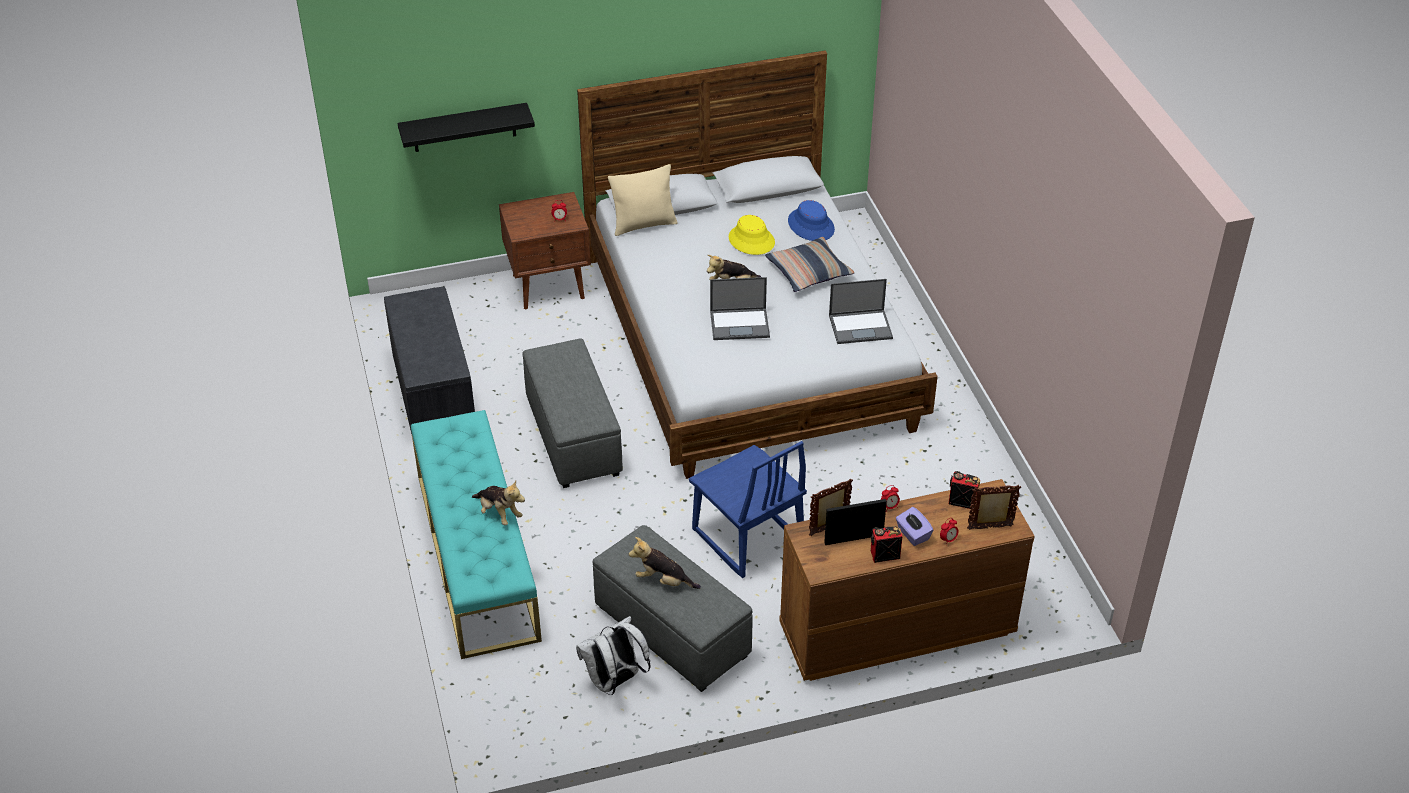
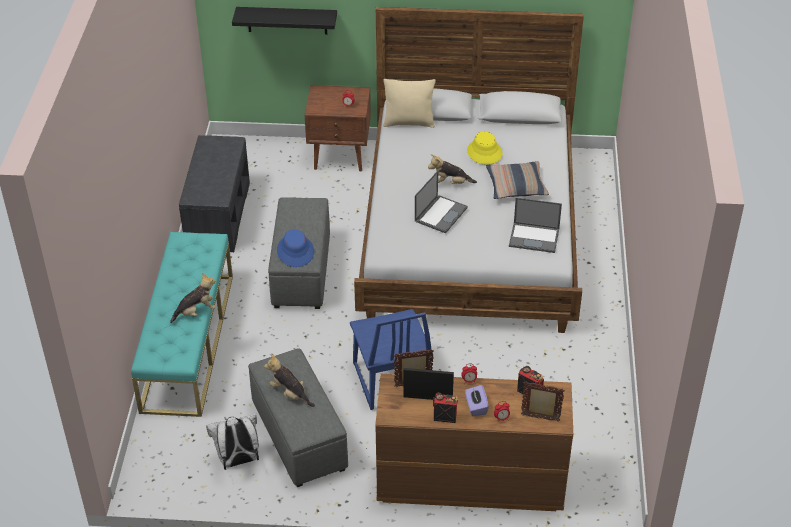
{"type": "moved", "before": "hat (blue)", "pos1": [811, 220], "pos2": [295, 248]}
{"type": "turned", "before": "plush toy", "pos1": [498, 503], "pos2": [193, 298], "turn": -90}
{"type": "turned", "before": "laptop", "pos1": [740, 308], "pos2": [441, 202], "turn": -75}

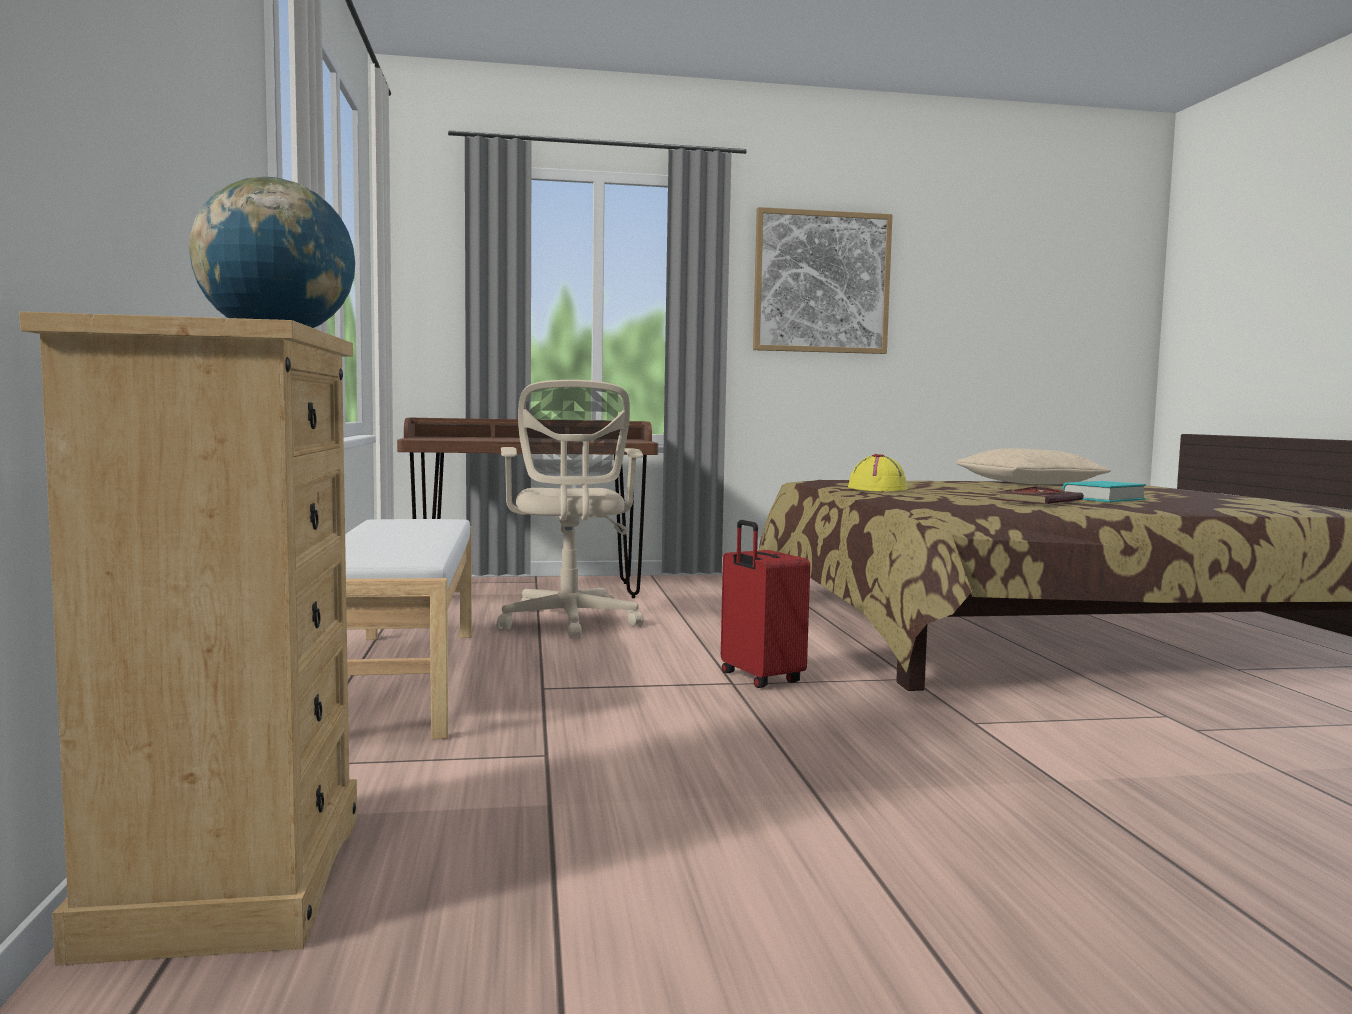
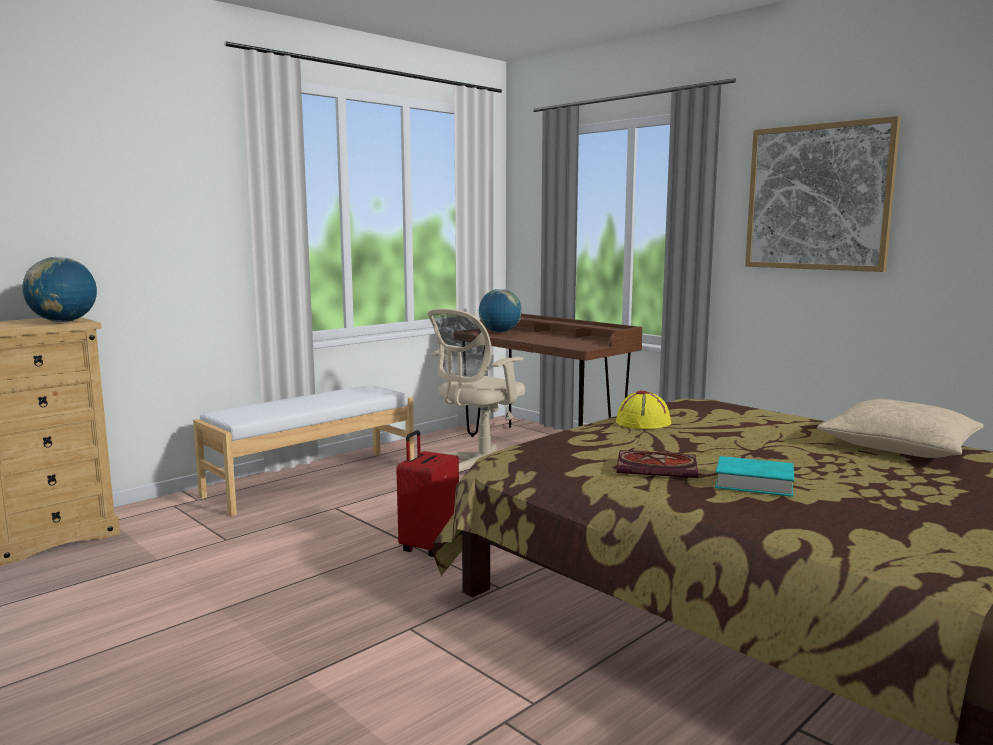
{"type": "added", "after": "globe", "pos2": [500, 310]}

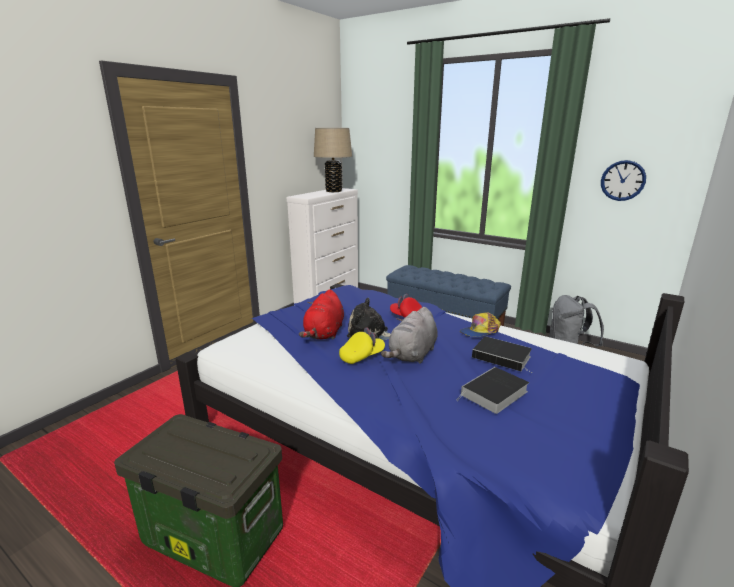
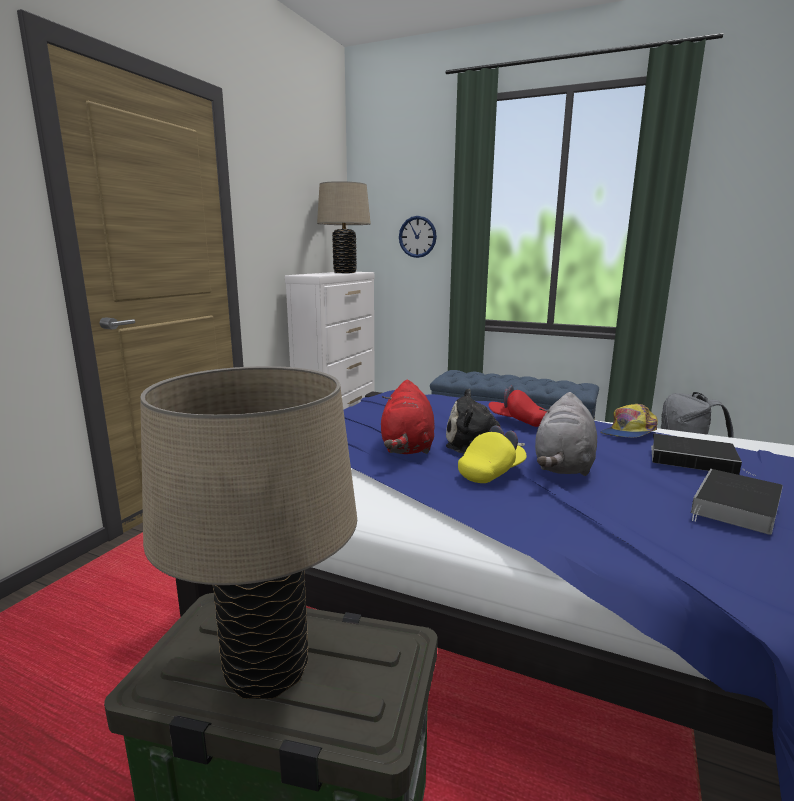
{"type": "added", "after": "table lamp (beige)", "pos2": [248, 532]}
{"type": "moved", "before": "wall clock", "pos1": [623, 180], "pos2": [418, 237]}

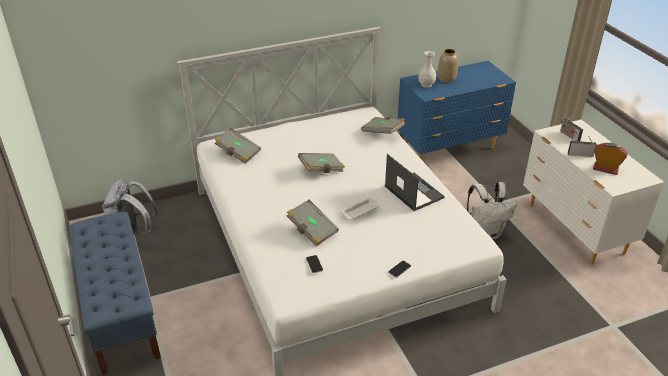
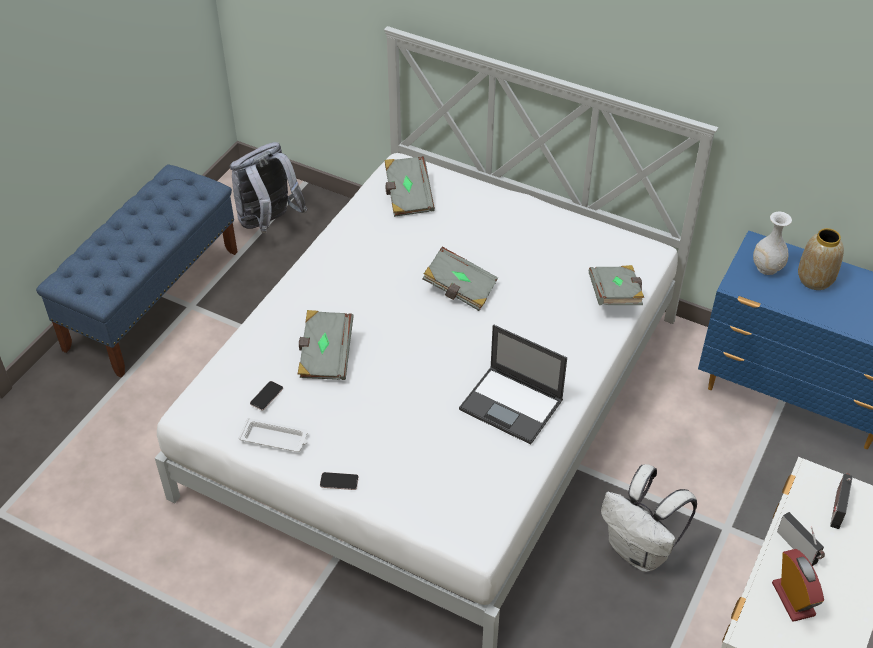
{"type": "moved", "before": "tray (white)", "pos1": [360, 209], "pos2": [273, 435]}
{"type": "turned", "before": "laptop", "pos1": [415, 182], "pos2": [513, 385], "turn": 105}

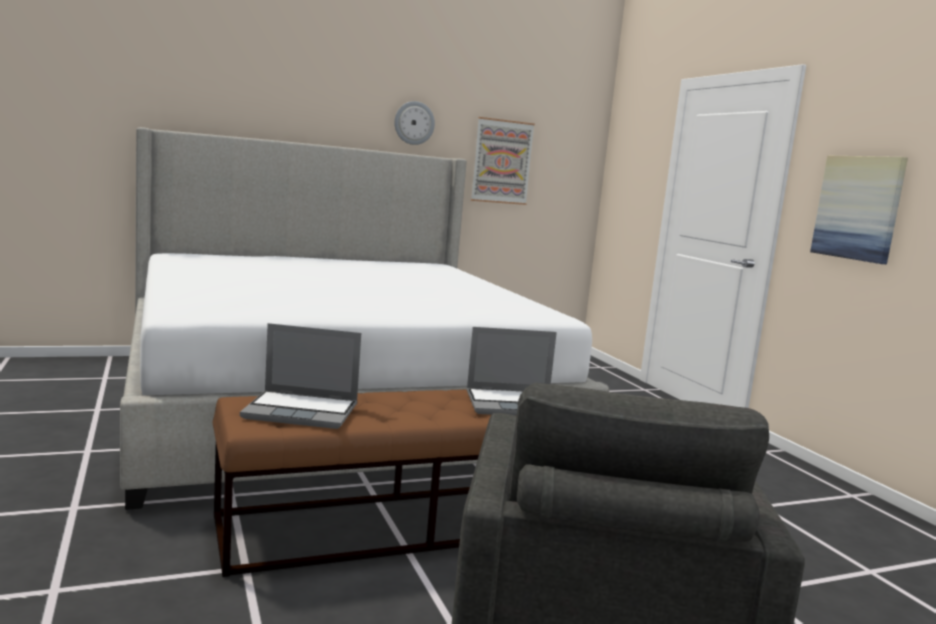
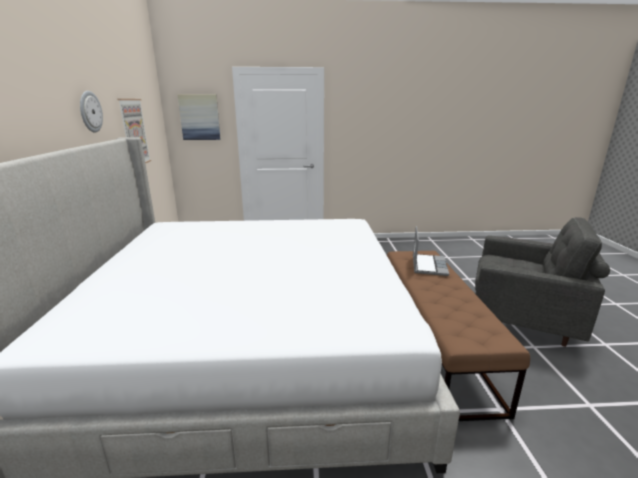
{"type": "removed", "before": "laptop", "pos1": [300, 376]}
{"type": "moved", "before": "picture", "pos1": [859, 209], "pos2": [199, 117]}

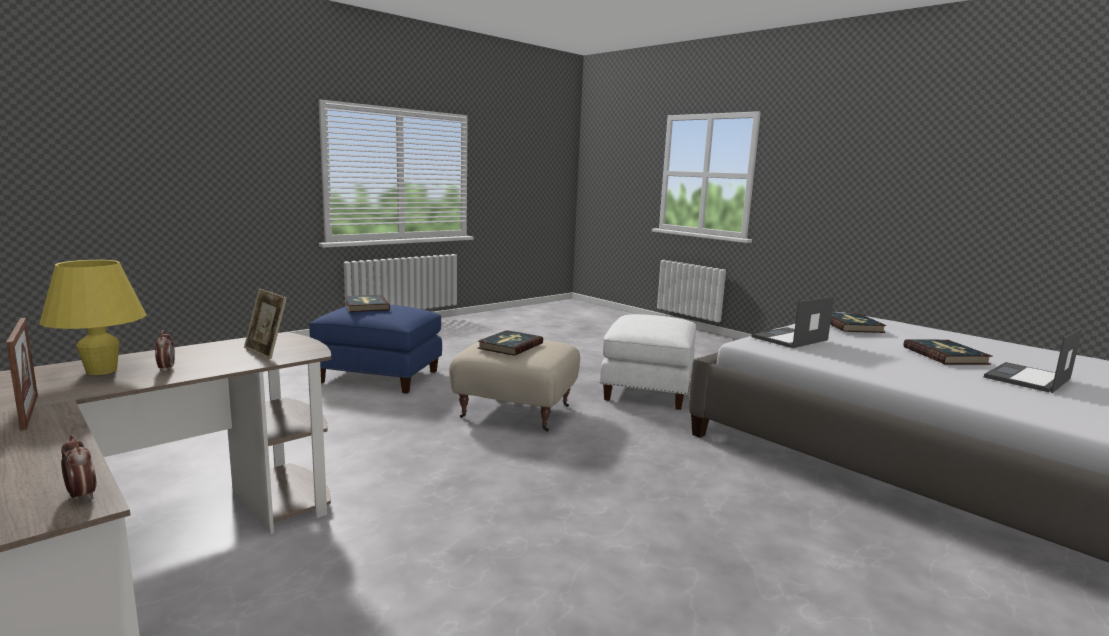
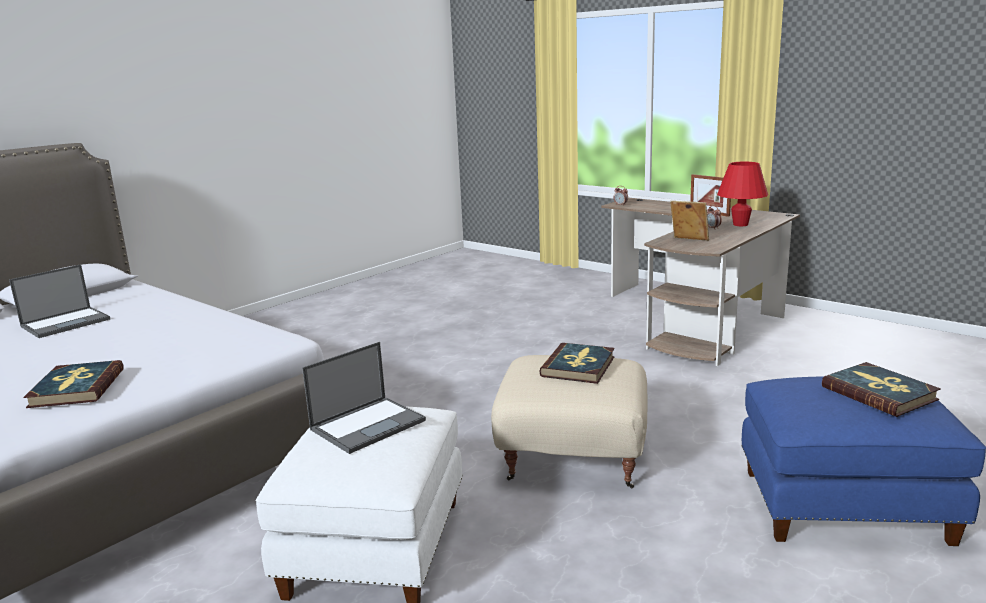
{"type": "removed", "before": "book", "pos1": [948, 352]}
{"type": "moved", "before": "laptop", "pos1": [792, 322], "pos2": [364, 398]}
{"type": "recoloured", "before": "table lamp (yellow)", "after": "table lamp (red)", "pos1": [93, 317], "pos2": [742, 194]}

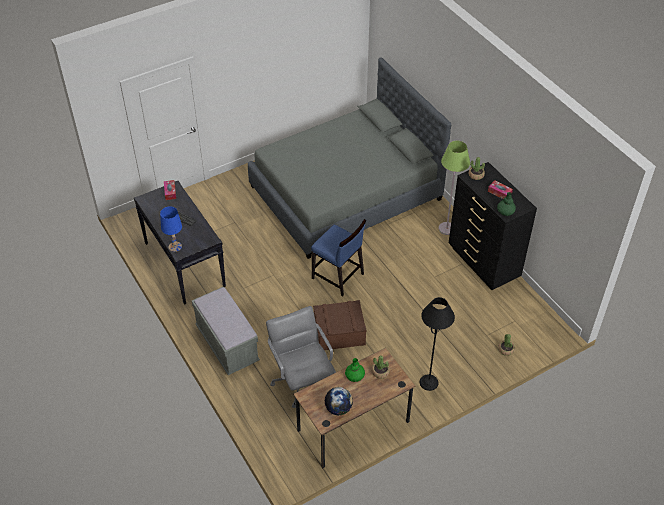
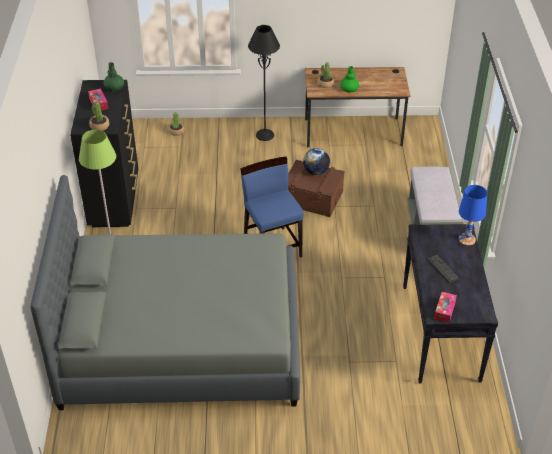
{"type": "removed", "before": "office chair (grey)", "pos1": [301, 357]}
{"type": "moved", "before": "globe", "pos1": [339, 401], "pos2": [316, 161]}

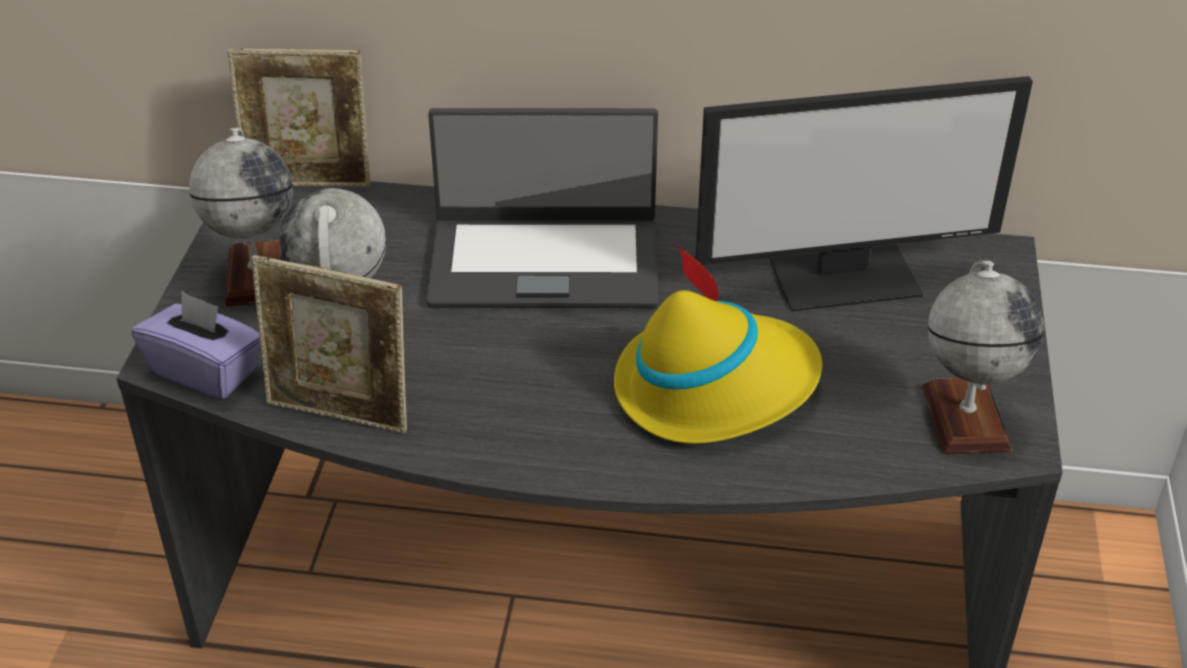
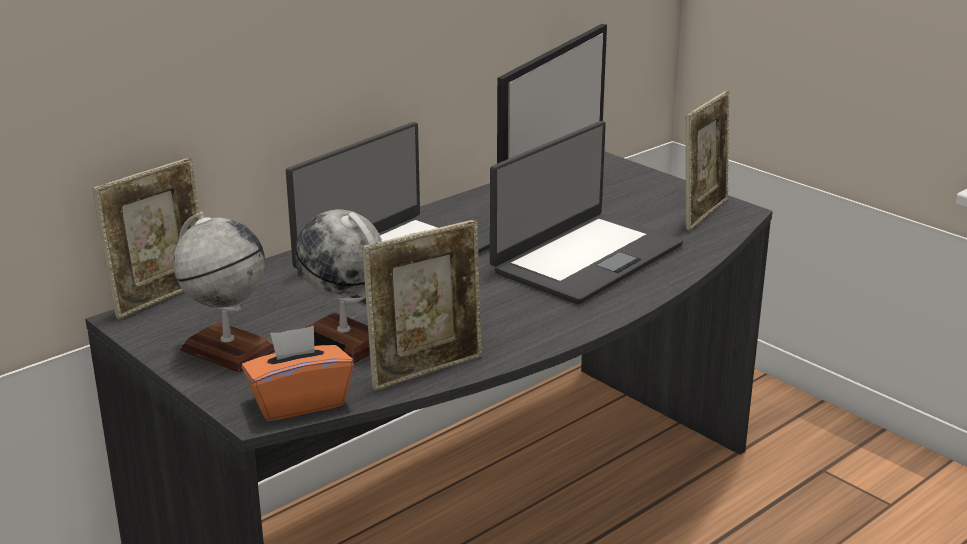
{"type": "replaced", "before": "hat (yellow)", "after": "laptop", "pos1": [718, 344], "pos2": [586, 212]}
{"type": "replaced", "before": "globe", "after": "picture frame", "pos1": [983, 357], "pos2": [708, 161]}
{"type": "recoloured", "before": "tissue box (purple)", "after": "tissue box (orange)", "pos1": [196, 345], "pos2": [298, 373]}

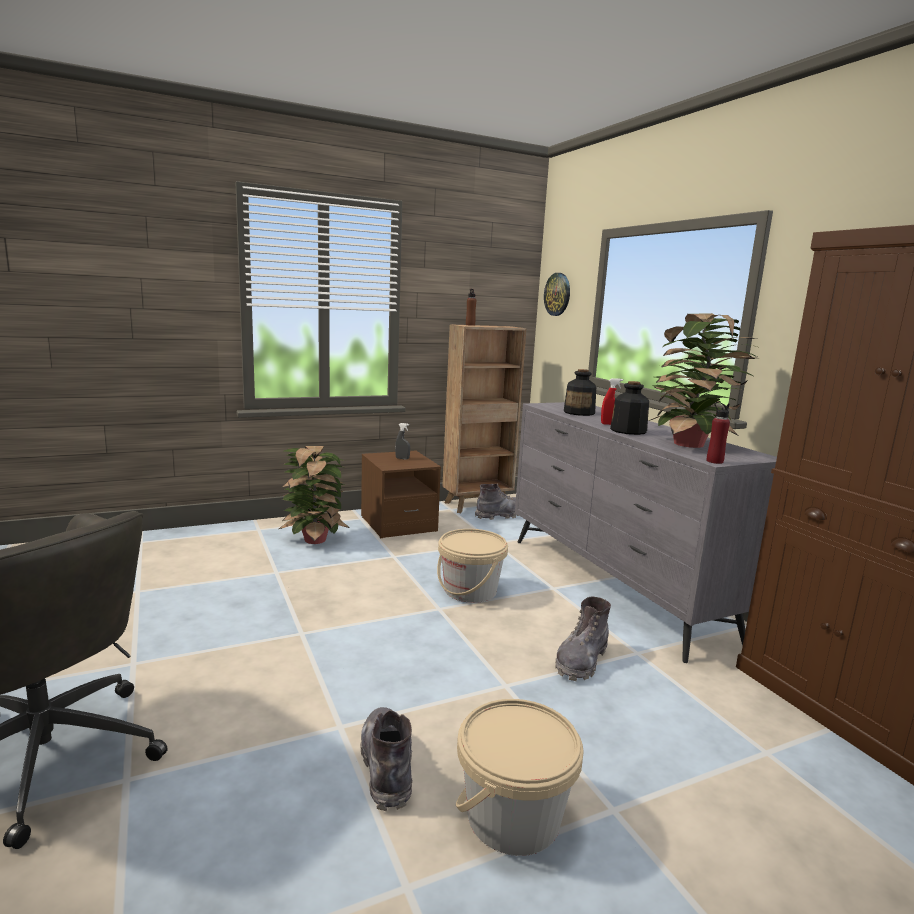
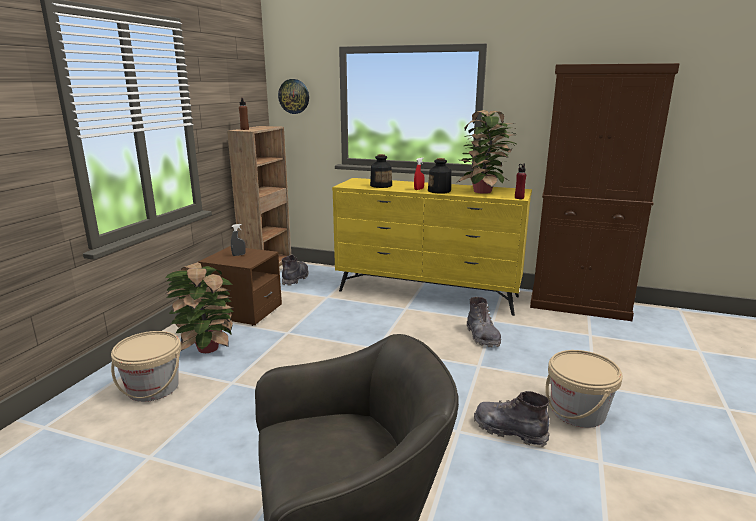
{"type": "moved", "before": "bucket (beige)", "pos1": [472, 566], "pos2": [146, 366]}
{"type": "recoloured", "before": "dresser (grey)", "after": "dresser (yellow)", "pos1": [646, 532], "pos2": [432, 247]}

